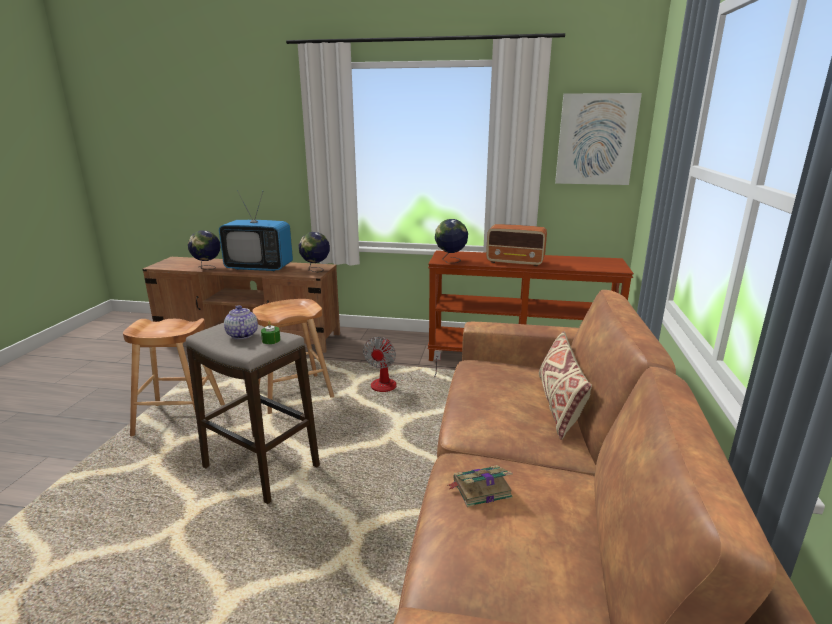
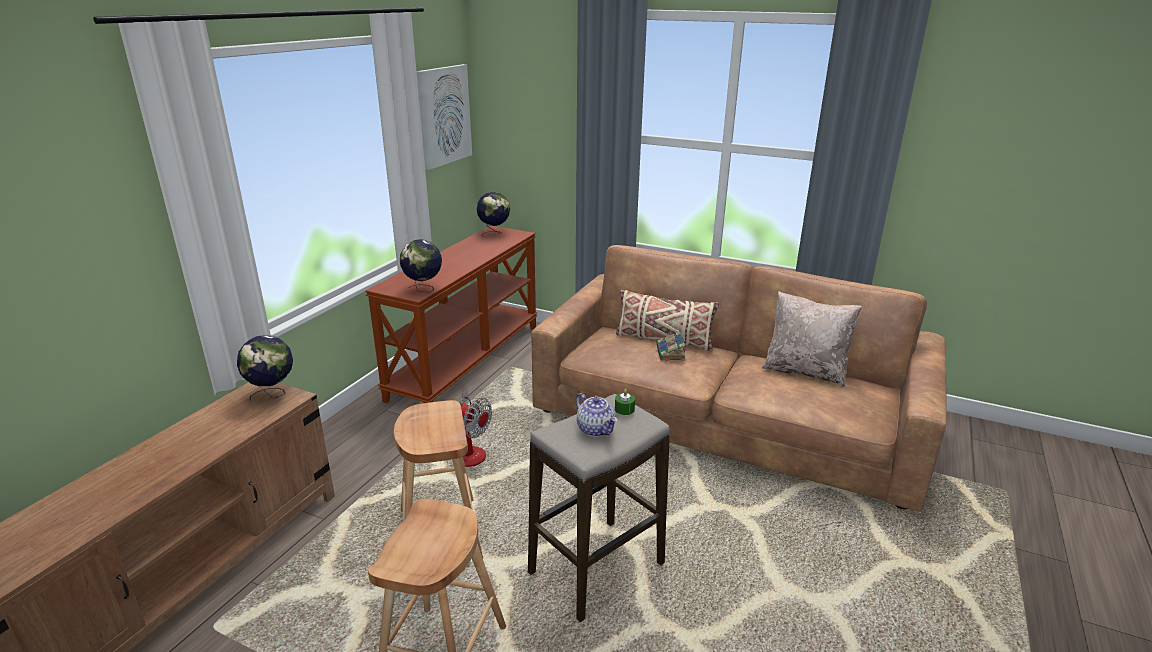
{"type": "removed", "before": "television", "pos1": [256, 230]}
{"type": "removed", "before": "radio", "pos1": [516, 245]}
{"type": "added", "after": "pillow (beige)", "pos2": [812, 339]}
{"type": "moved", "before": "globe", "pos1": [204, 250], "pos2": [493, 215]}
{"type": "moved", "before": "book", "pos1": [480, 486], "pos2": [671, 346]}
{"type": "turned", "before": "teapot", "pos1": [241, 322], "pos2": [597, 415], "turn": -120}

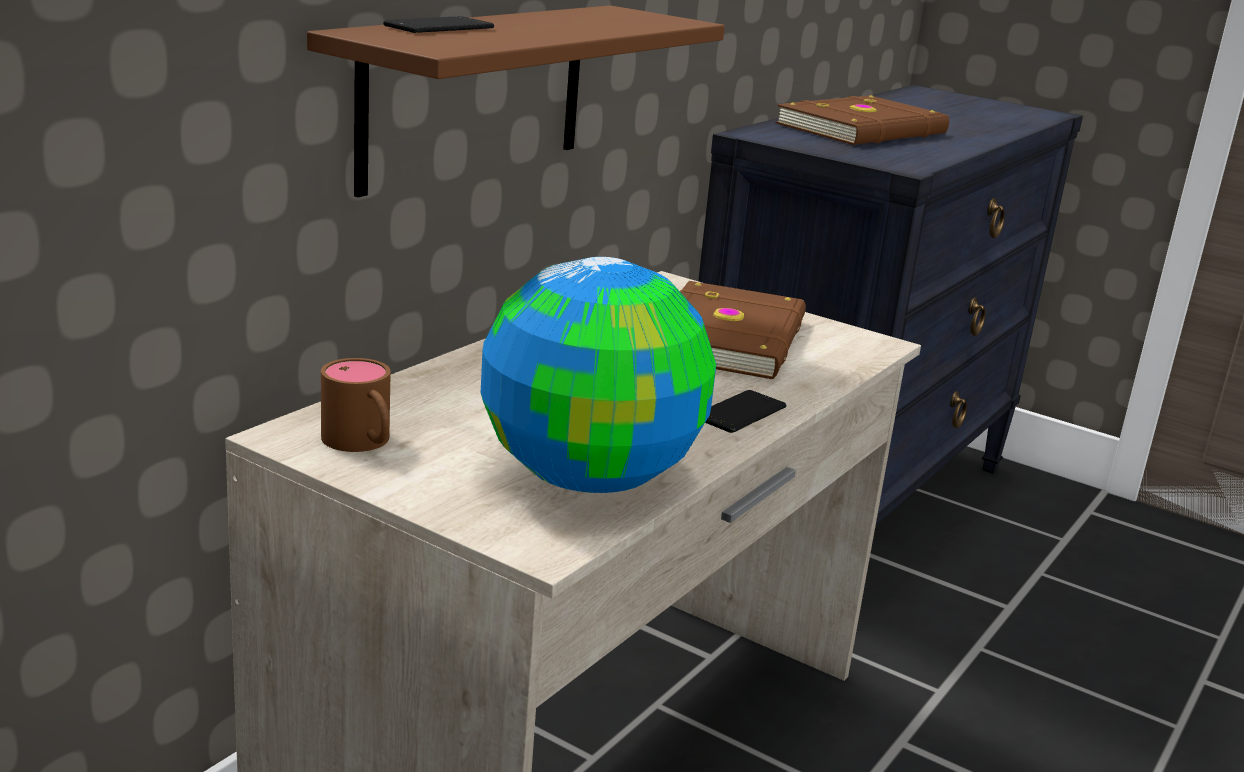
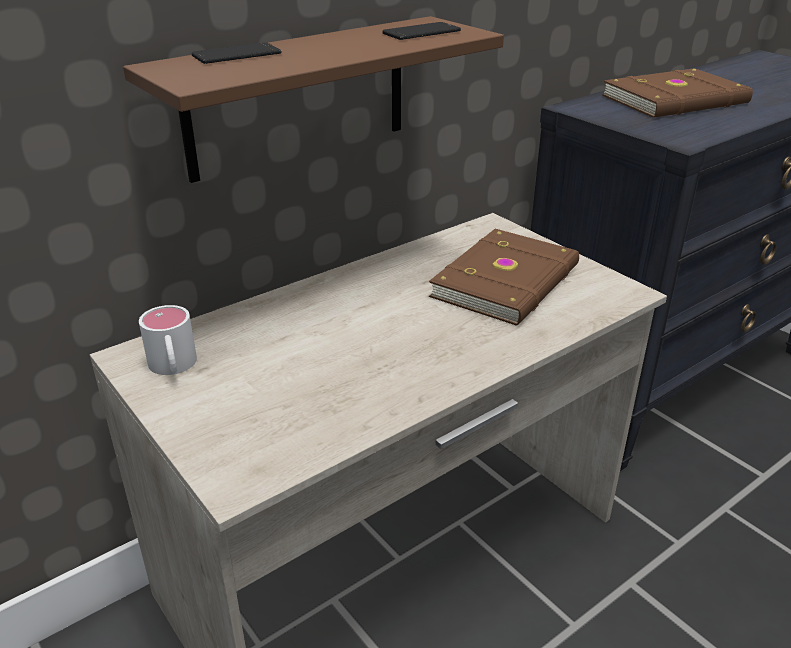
{"type": "removed", "before": "globe", "pos1": [598, 375]}
{"type": "moved", "before": "phone", "pos1": [745, 411], "pos2": [421, 31]}
{"type": "recoloured", "before": "mug (brown)", "after": "mug (white)", "pos1": [356, 405], "pos2": [168, 340]}

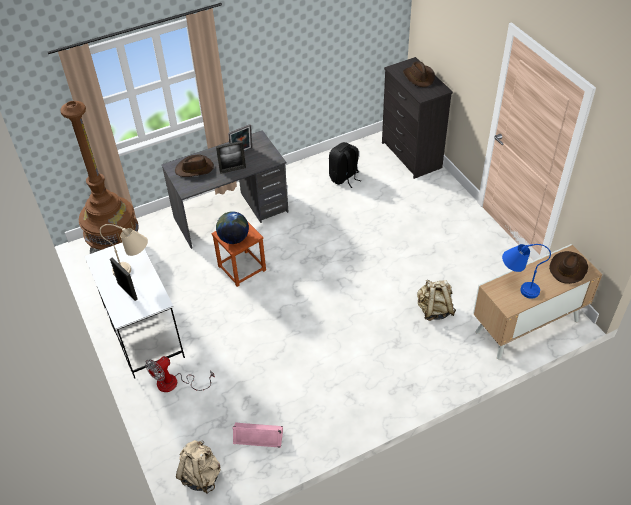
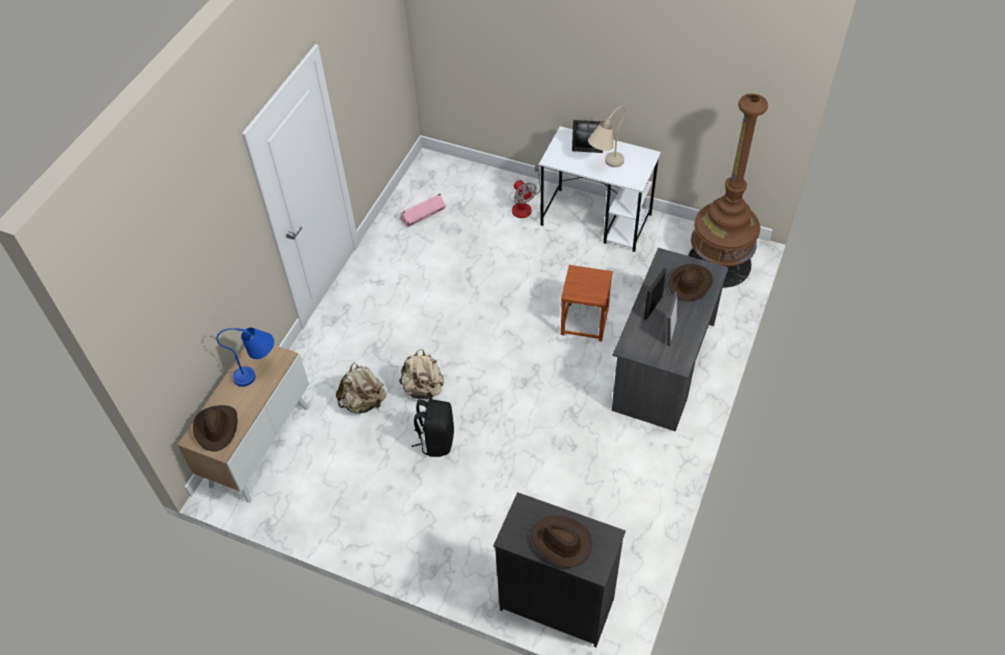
{"type": "removed", "before": "globe", "pos1": [232, 227]}
{"type": "moved", "before": "backpack (beige)", "pos1": [198, 467], "pos2": [421, 375]}
{"type": "moved", "before": "backpack (black)", "pos1": [345, 165], "pos2": [433, 428]}
{"type": "turned", "before": "fan", "pos1": [180, 374], "pos2": [526, 191], "turn": 150}

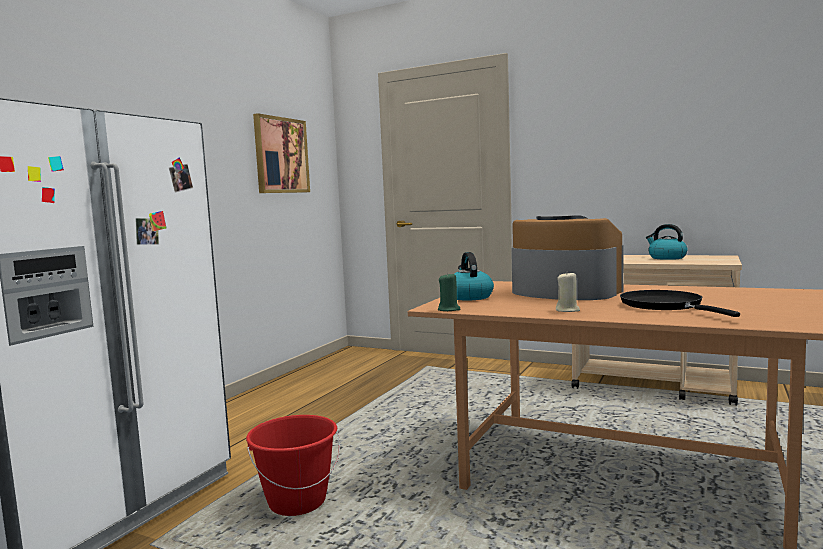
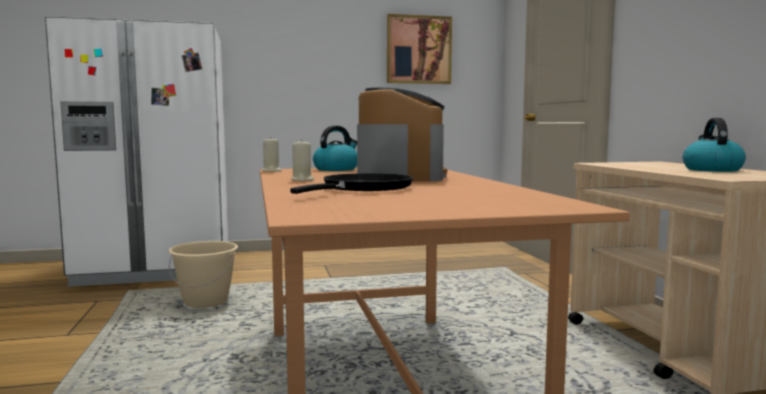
{"type": "recoloured", "before": "bucket (red)", "after": "bucket (beige)", "pos1": [293, 465], "pos2": [203, 274]}
{"type": "recoloured", "before": "candle (green)", "after": "candle (beige)", "pos1": [449, 291], "pos2": [272, 155]}

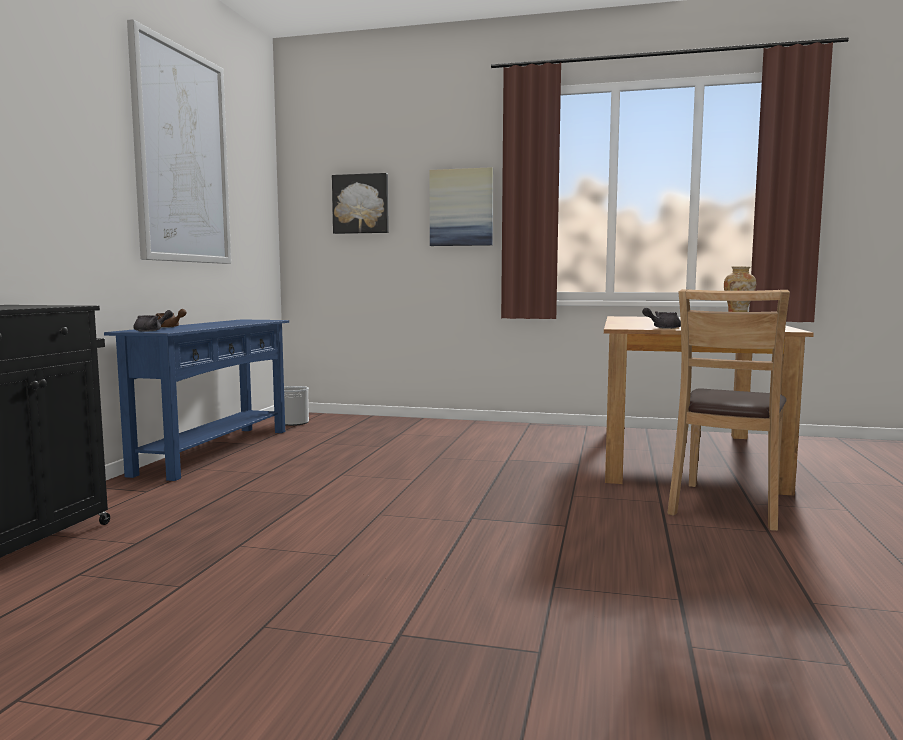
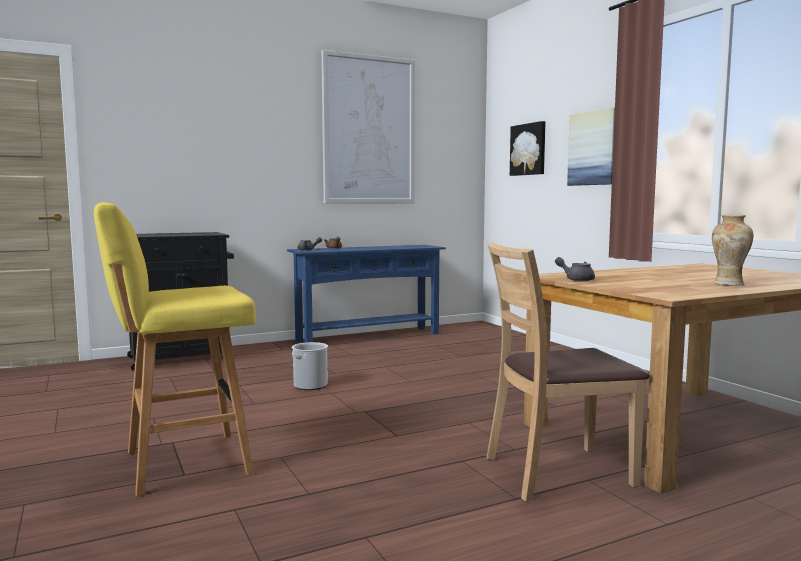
{"type": "added", "after": "stool (yellow)", "pos2": [175, 349]}
{"type": "moved", "before": "bucket", "pos1": [296, 406], "pos2": [310, 366]}

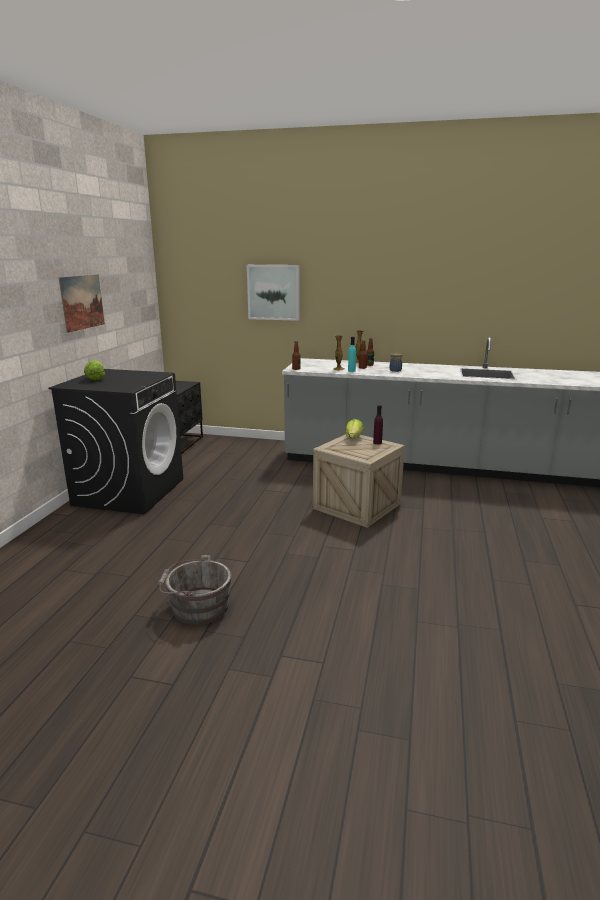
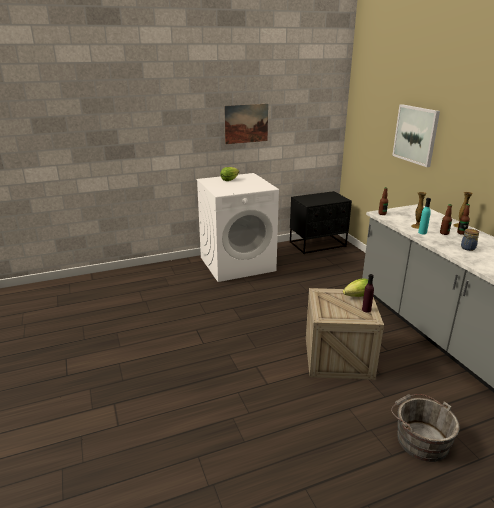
{"type": "moved", "before": "bucket (grey)", "pos1": [195, 590], "pos2": [425, 428]}
{"type": "recoloured", "before": "washing machine (black)", "after": "washing machine (white)", "pos1": [116, 441], "pos2": [238, 227]}

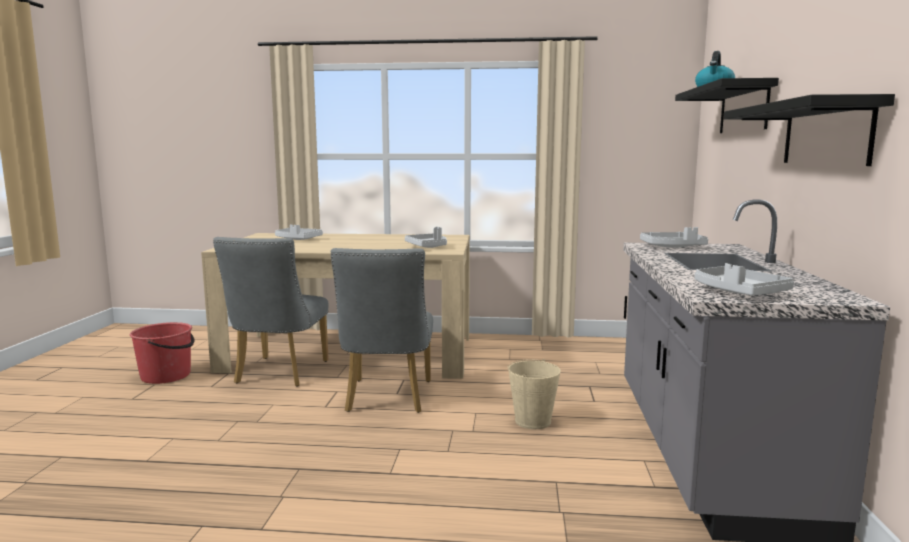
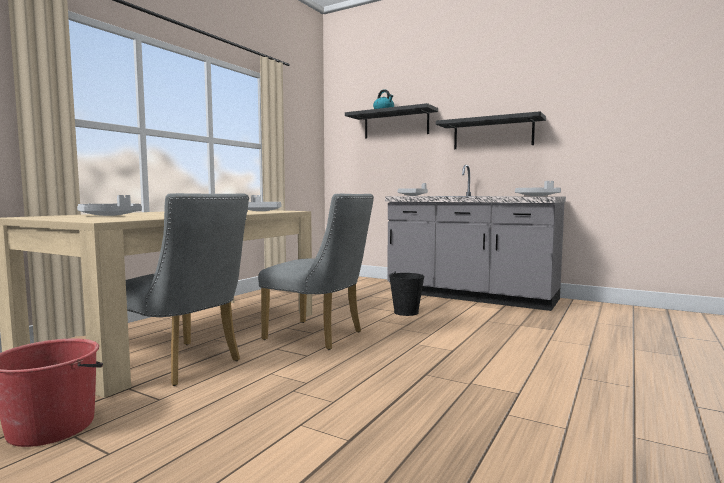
{"type": "recoloured", "before": "bucket (beige)", "after": "bucket (black)", "pos1": [534, 394], "pos2": [406, 294]}

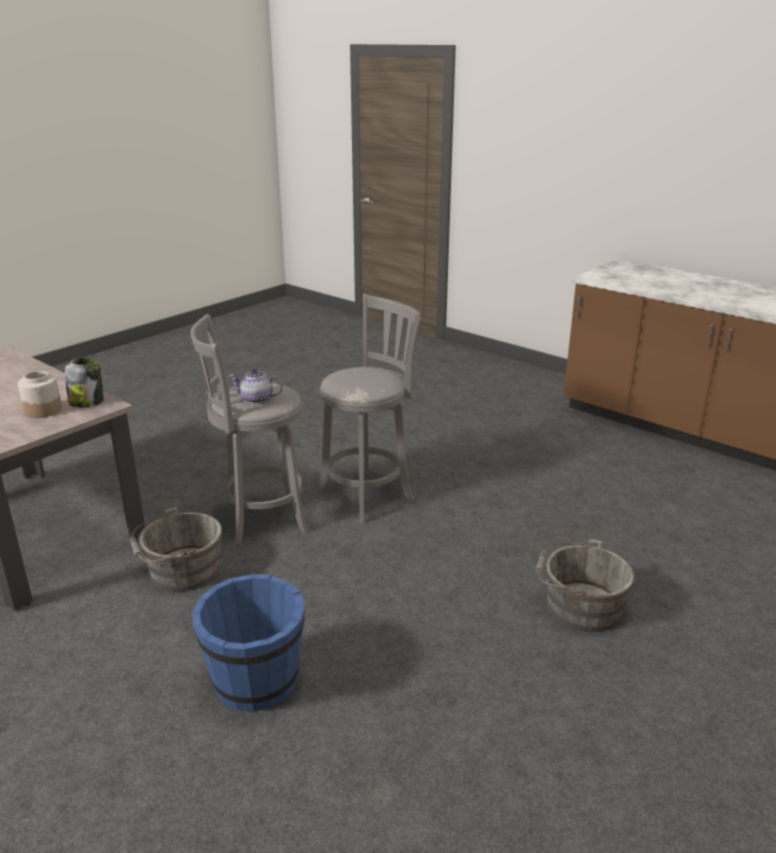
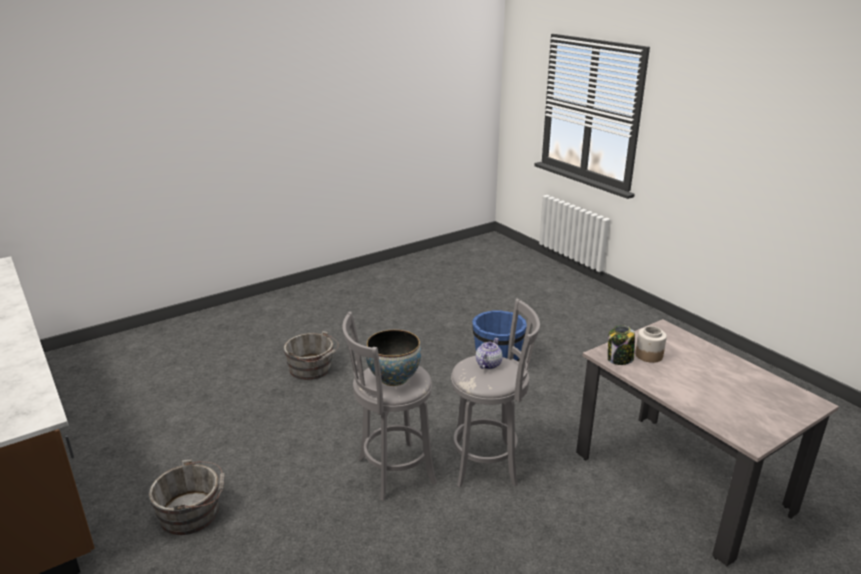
{"type": "added", "after": "bowl", "pos2": [393, 358]}
{"type": "moved", "before": "bucket (grey)", "pos1": [175, 549], "pos2": [186, 497]}
{"type": "turned", "before": "teapot", "pos1": [256, 386], "pos2": [489, 353], "turn": -90}

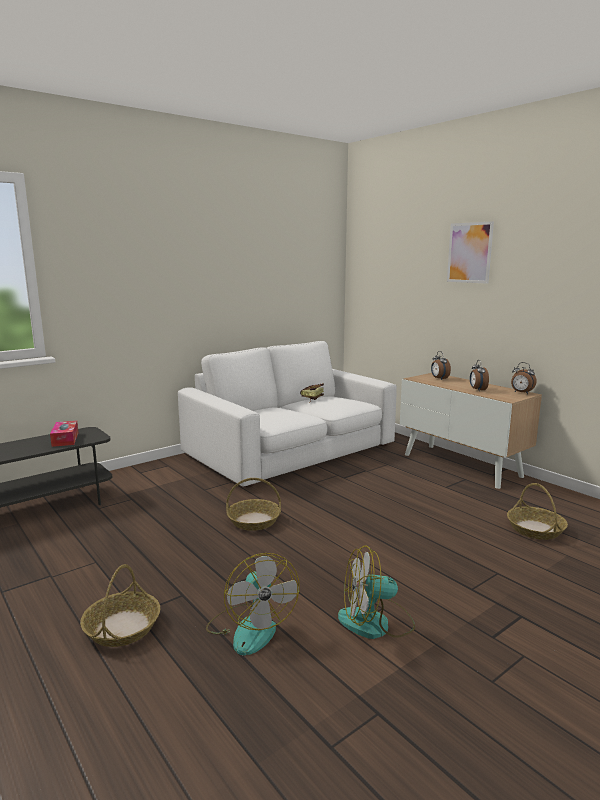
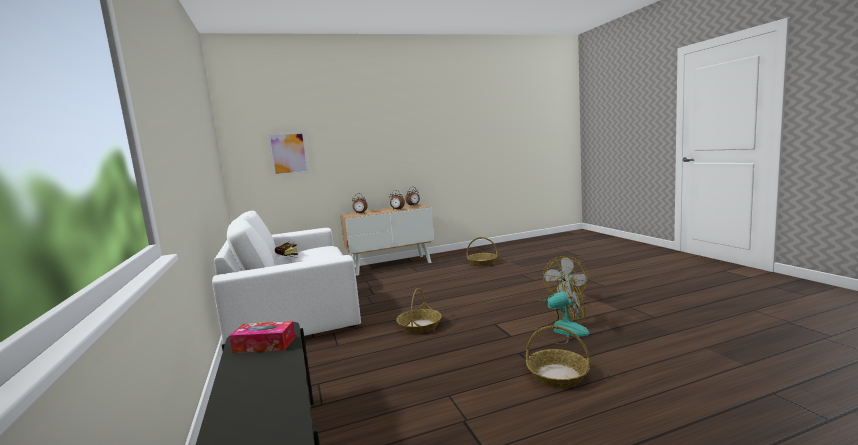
{"type": "moved", "before": "picture", "pos1": [470, 252], "pos2": [288, 154]}

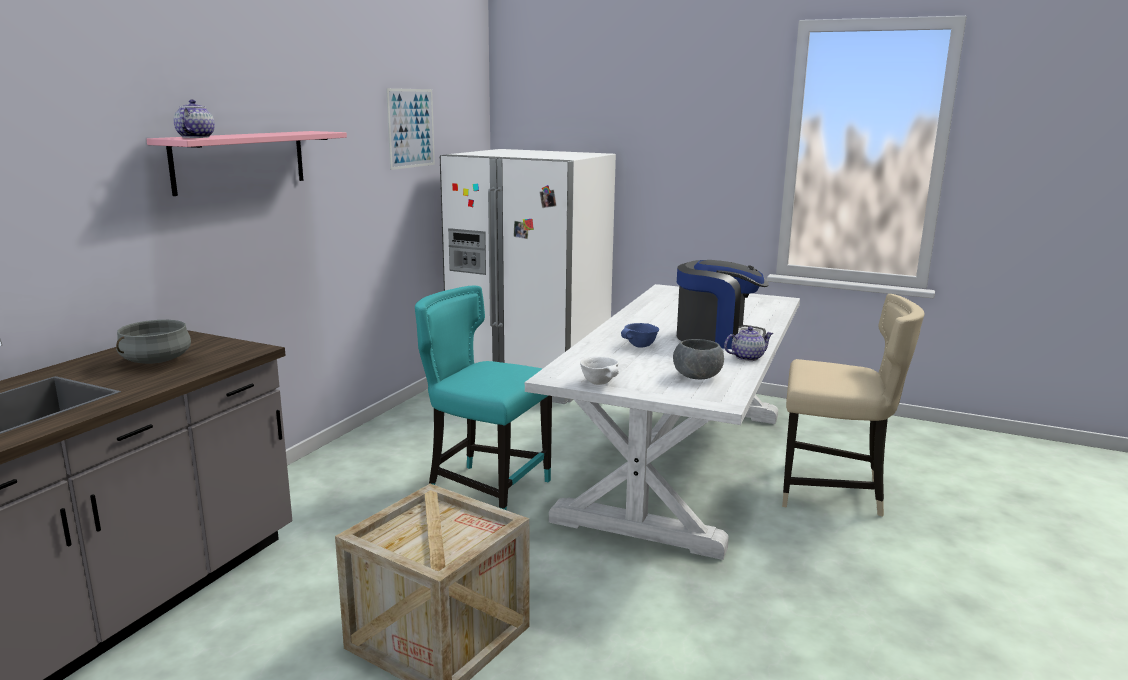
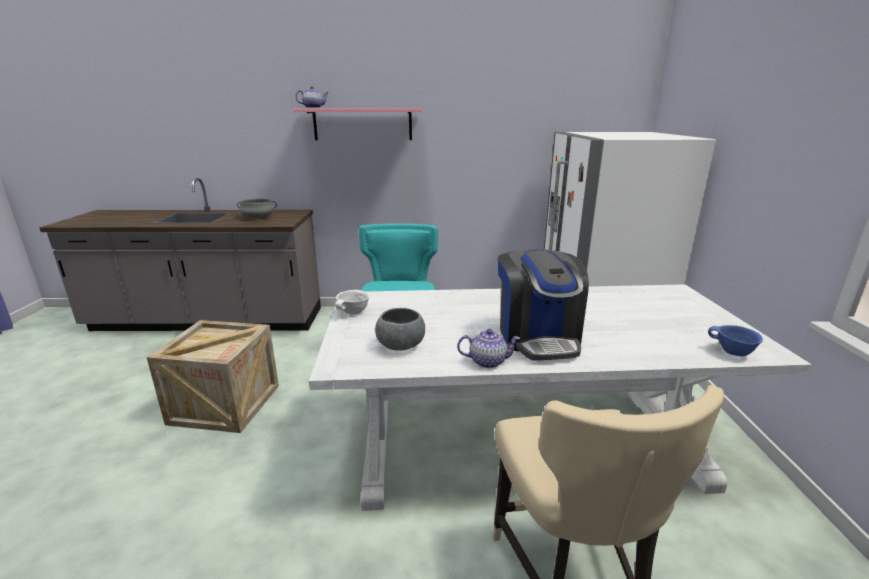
{"type": "removed", "before": "picture", "pos1": [410, 129]}
{"type": "moved", "before": "bowl (blue)", "pos1": [640, 335], "pos2": [735, 340]}
{"type": "turned", "before": "teapot", "pos1": [748, 344], "pos2": [488, 348], "turn": -45}

